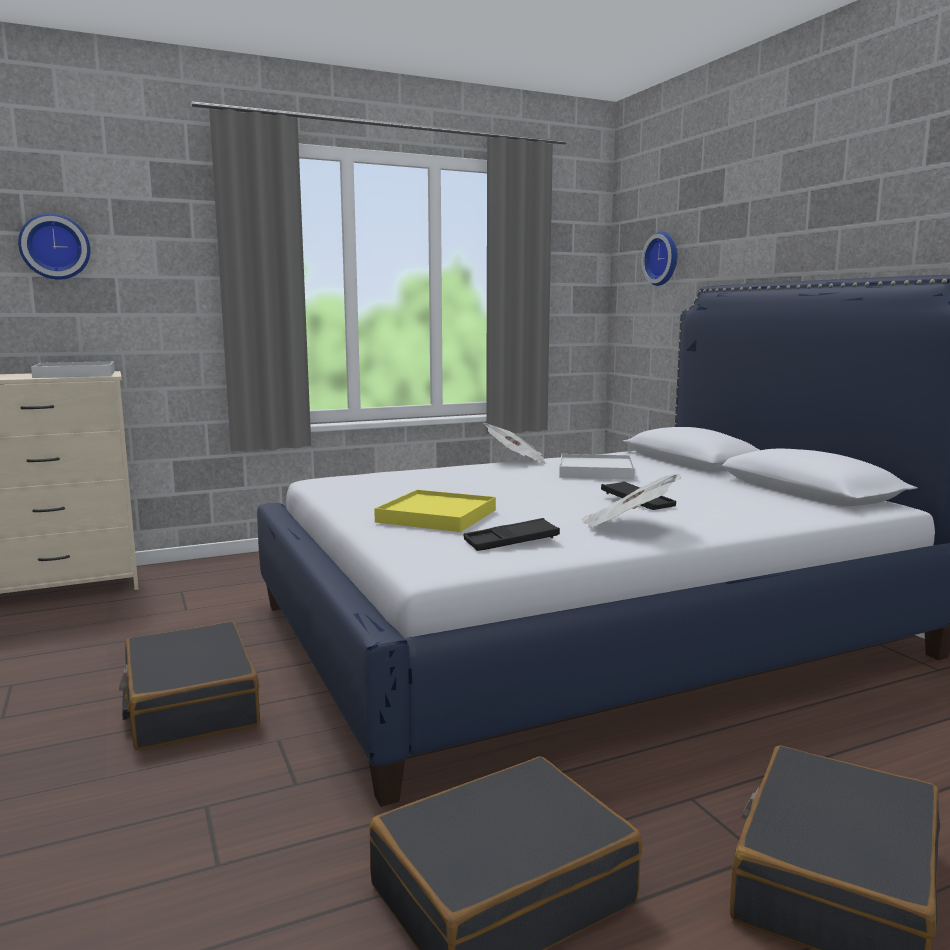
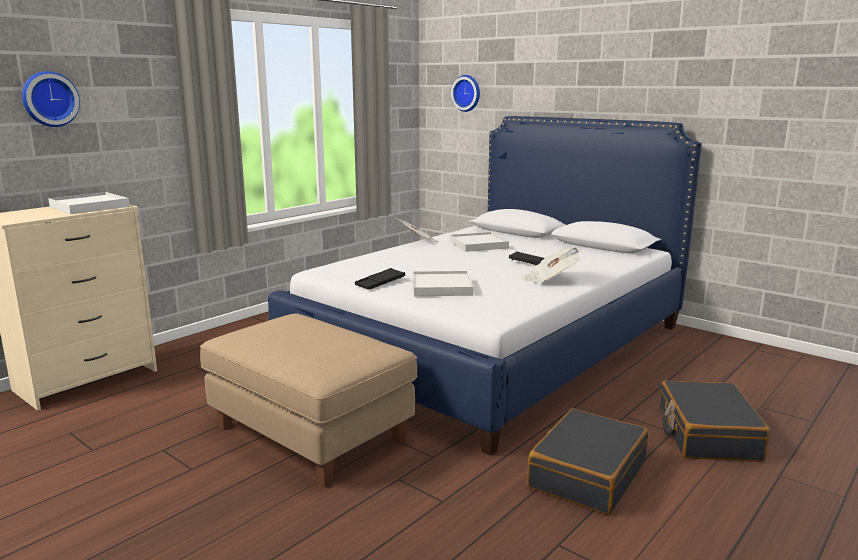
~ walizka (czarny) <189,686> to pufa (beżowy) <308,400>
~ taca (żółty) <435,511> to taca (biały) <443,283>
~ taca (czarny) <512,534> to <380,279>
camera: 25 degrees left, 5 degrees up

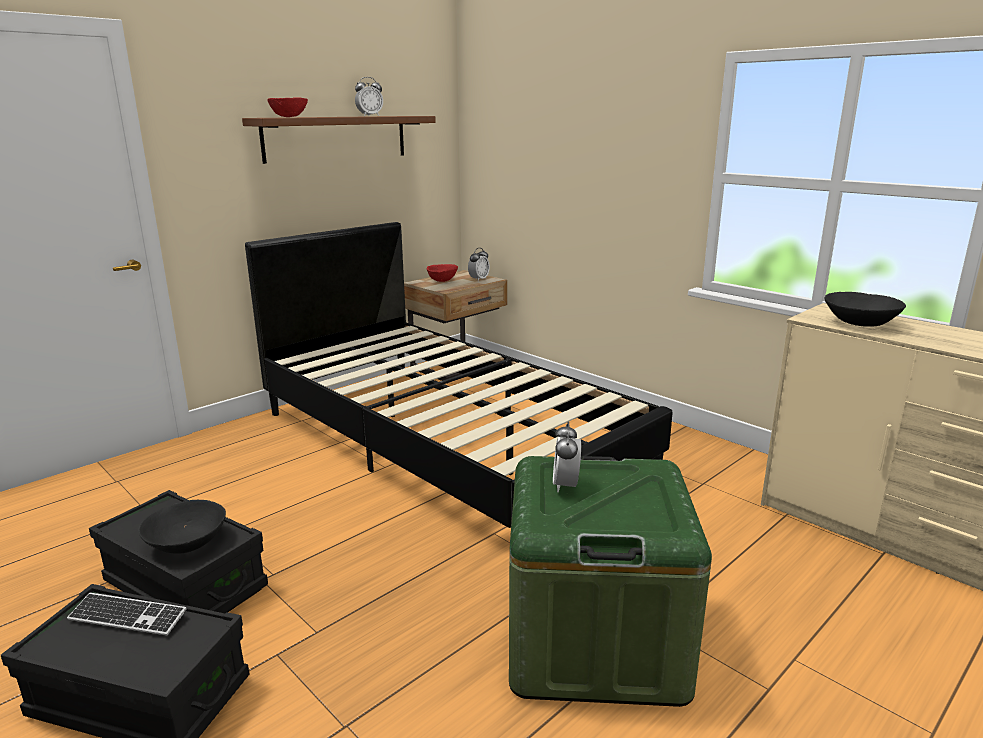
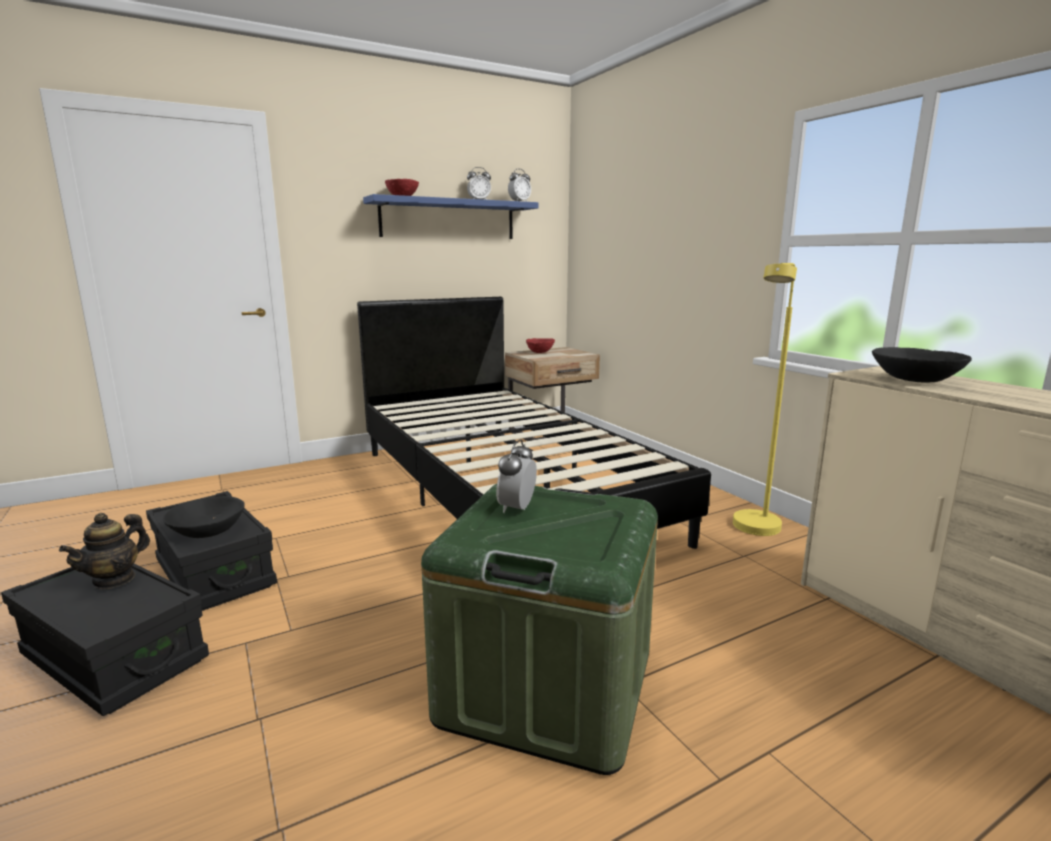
~ klawiatura <127,614> to imbryk <104,551>
~ półka (brązowy) <339,140> to półka (niebieski) <450,216>
~ budzik <479,264> to <519,185>
+ lampa stojąca (żółty) <765,399>
camera: 15 degrees right, 5 degrees down

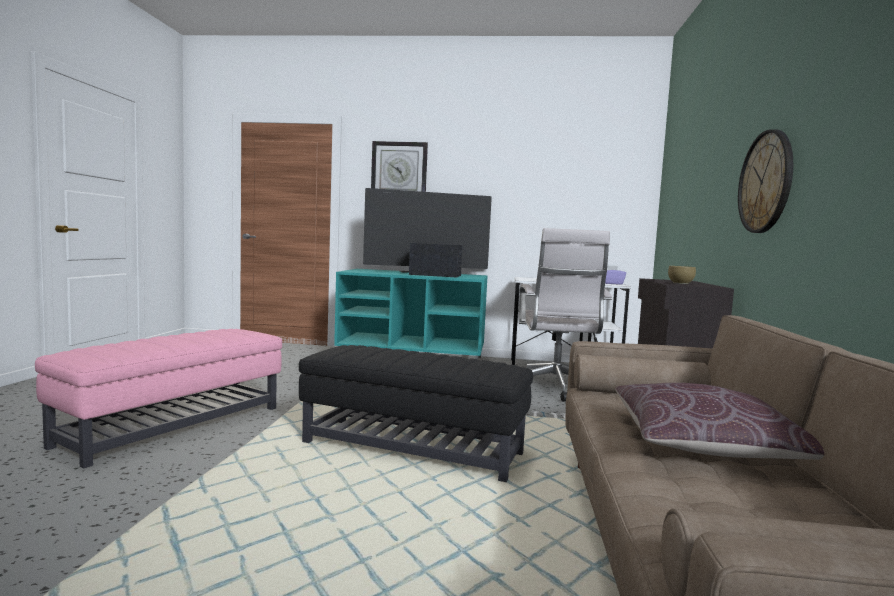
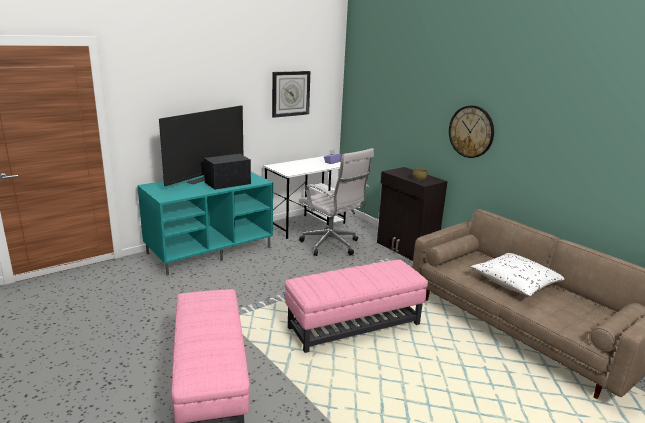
~ pufa (czarny) <416,413> to pufa (różowy) <356,306>
~ zegar ścienny <399,166> to <291,94>
~ poduszka (brązowy) <719,421> to poduszka (biały) <517,274>
camera: 45 degrees left, 15 degrees up

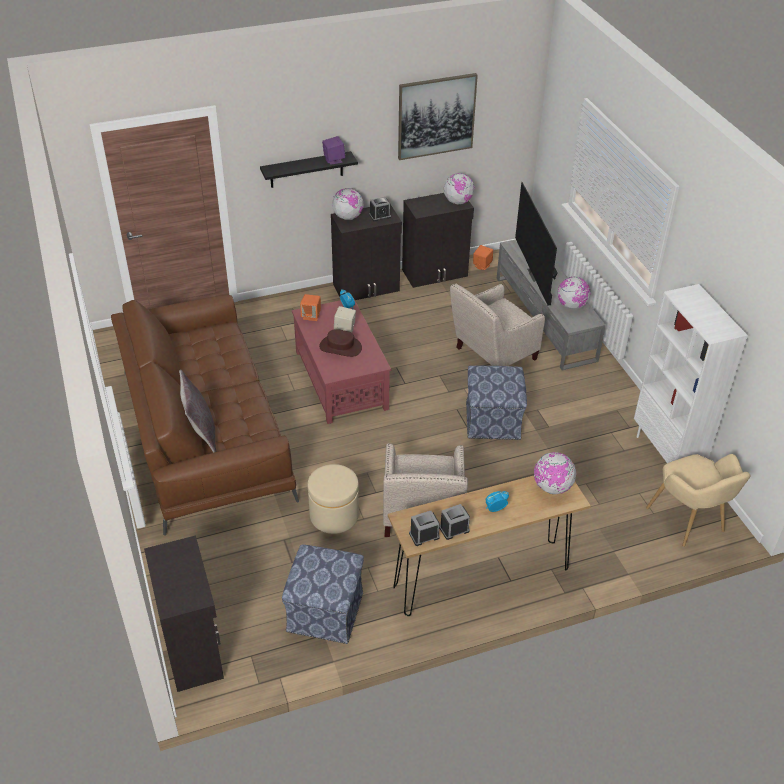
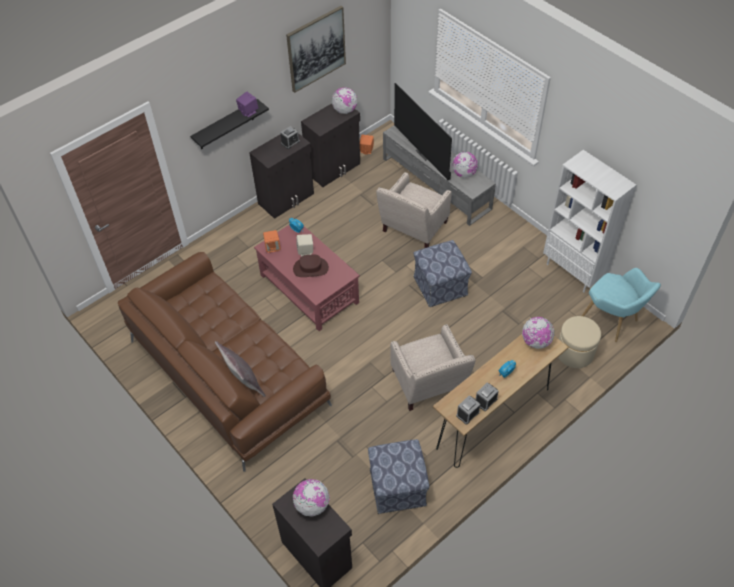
~ pufa (beżowy) <333,499> to <579,342>
~ globus <348,204> to <311,498>
~ fotel (beżowy) <698,500> to fotel (turkusowy) <621,305>
camera: 20 degrees left, 10 degrees up

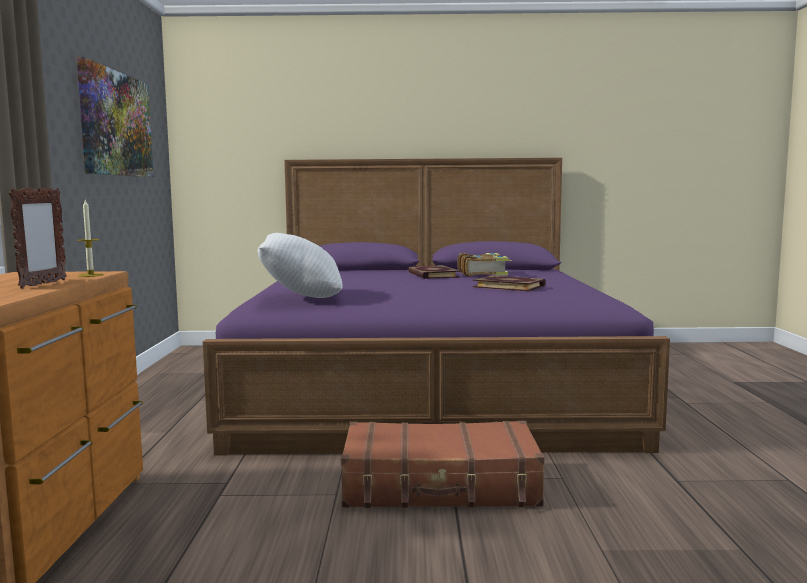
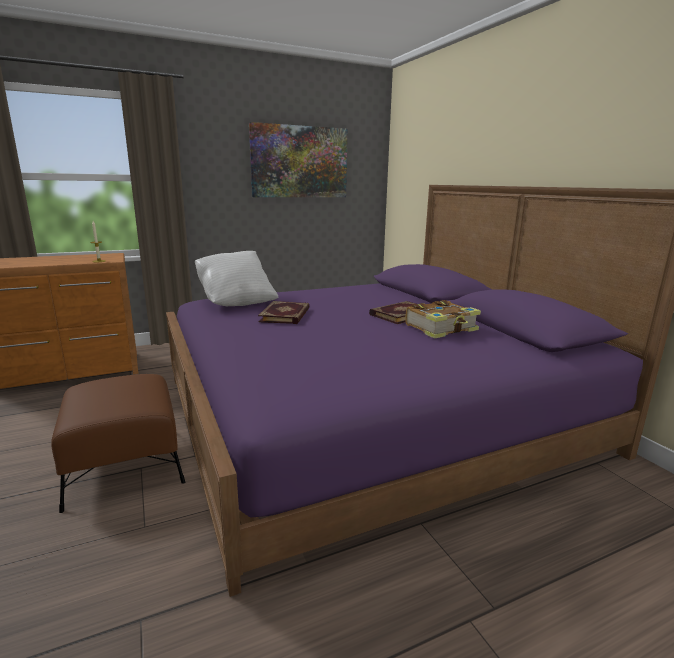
- ramka na zdjęcie <38,238>
~ walizka (brązowy) <443,464> to pufa (brązowy) <118,443>
~ książka <509,284> to <284,312>
camera: 65 degrees right, 10 degrees up

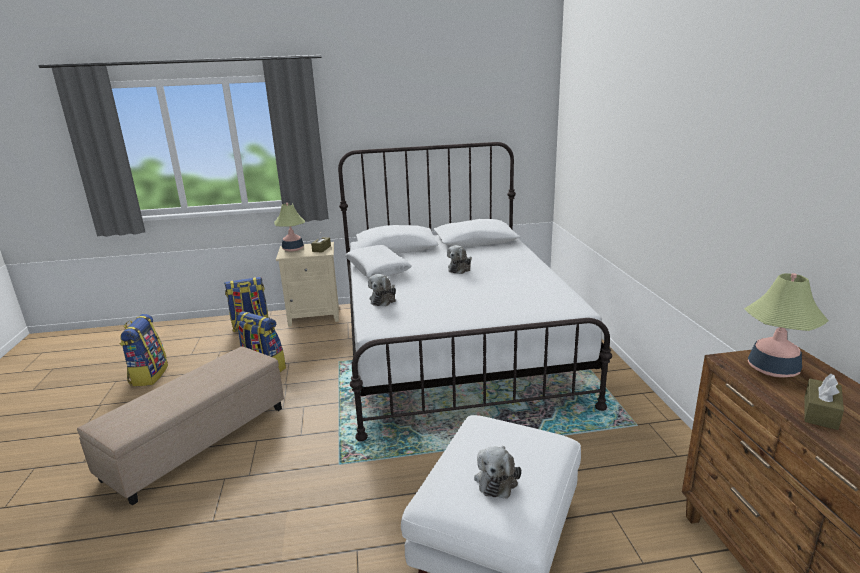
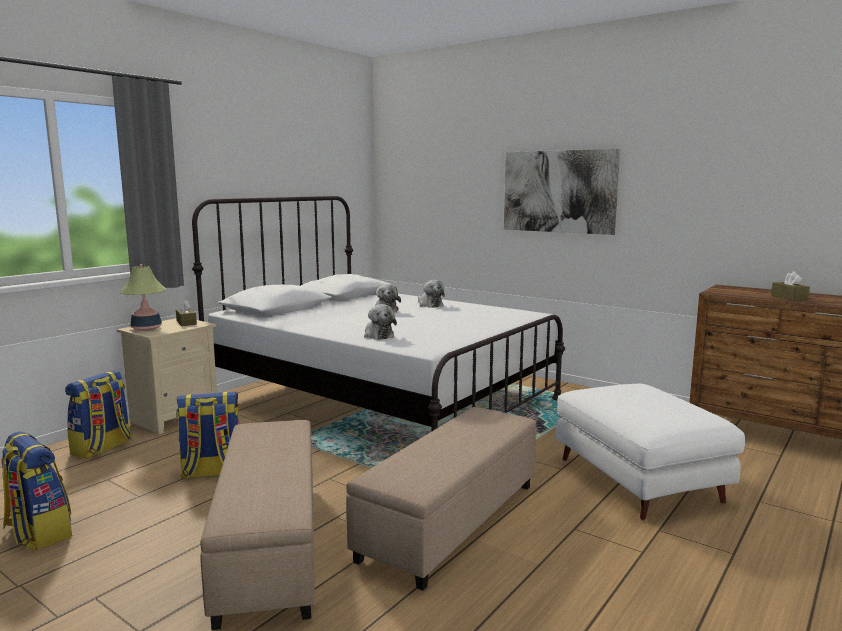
- poduszka (biały) <378,261>
~ pluszak <497,472> to <431,294>
- lampa stołowa <786,325>
+ pufa (beżowy) <441,499>
+ obraz <562,192>
camera: 45 degrees left, 10 degrees down

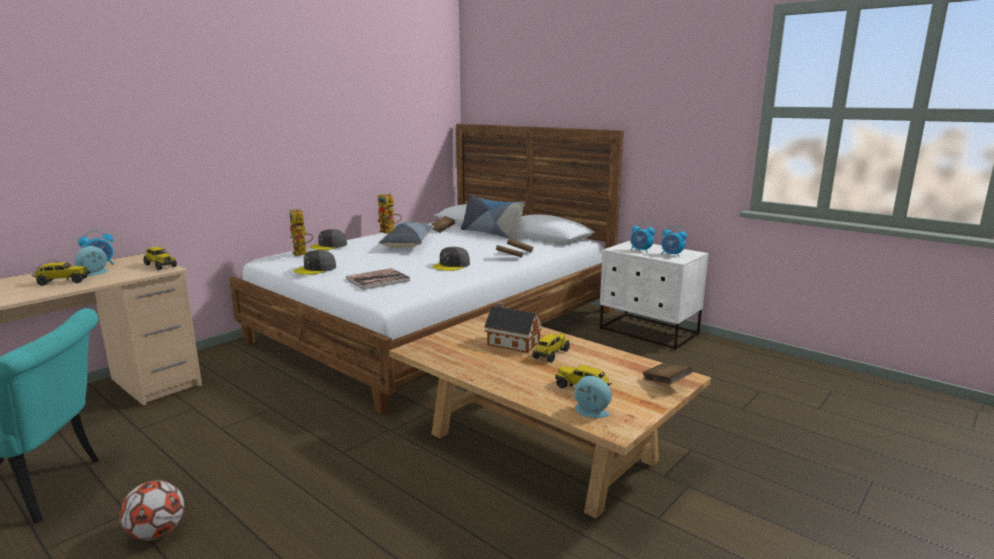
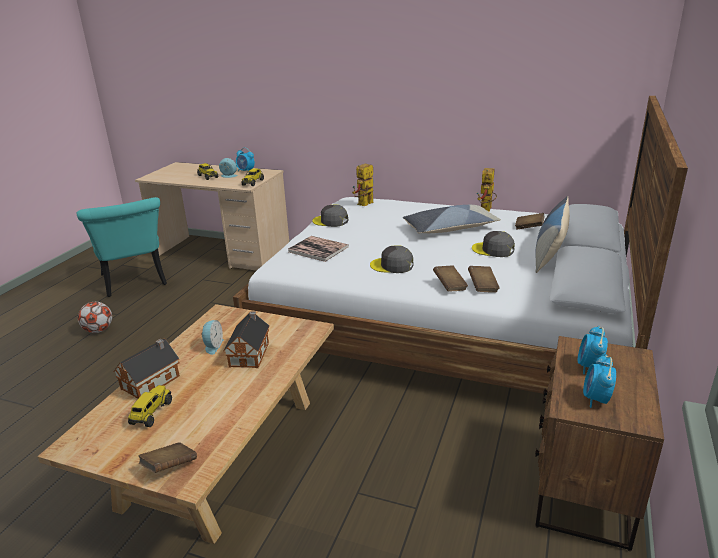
~ czapka z daszkiem (szary) <328,239> to <493,244>
- ciężarówka zabawkowa <551,348>
~ budzik <593,397> to <212,337>
~ szafka nocna (biały) <654,295> to szafka nocna (brązowy) <599,443>
+ domek <146,369>
camera: 70 degrees right, 10 degrees up

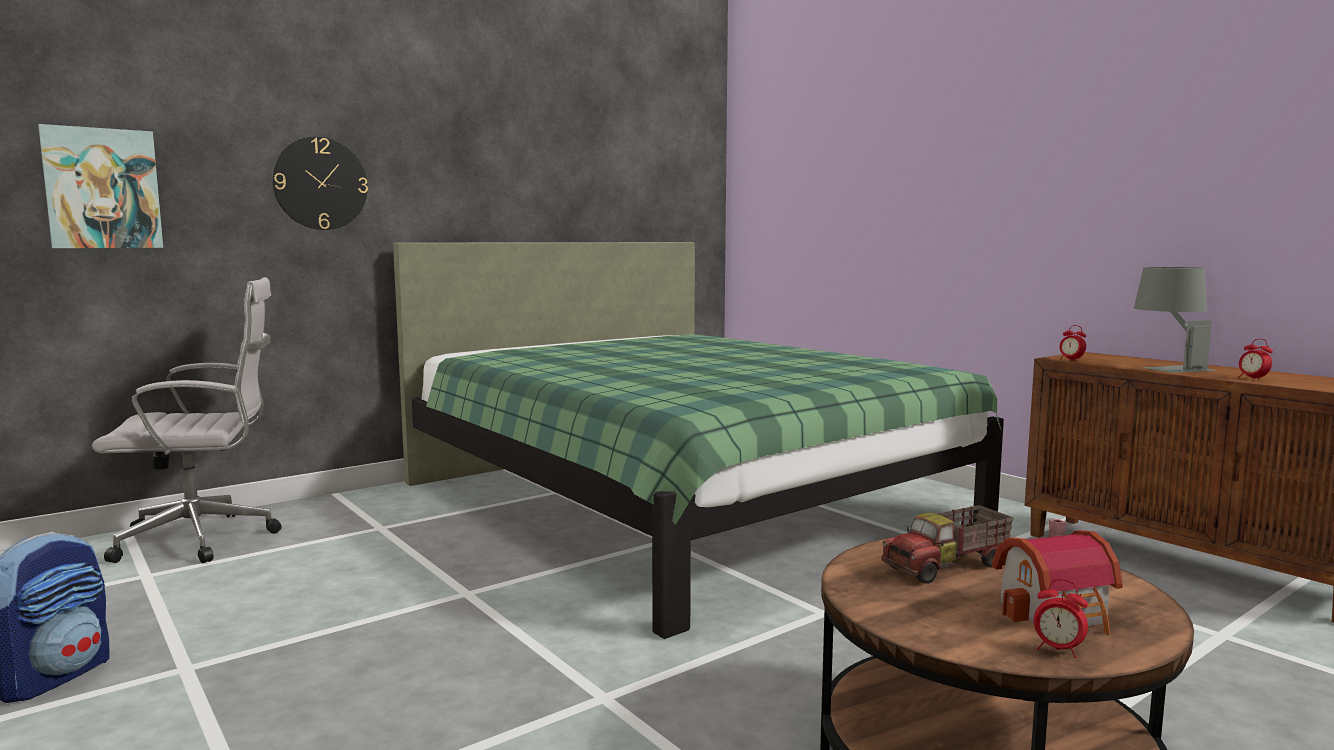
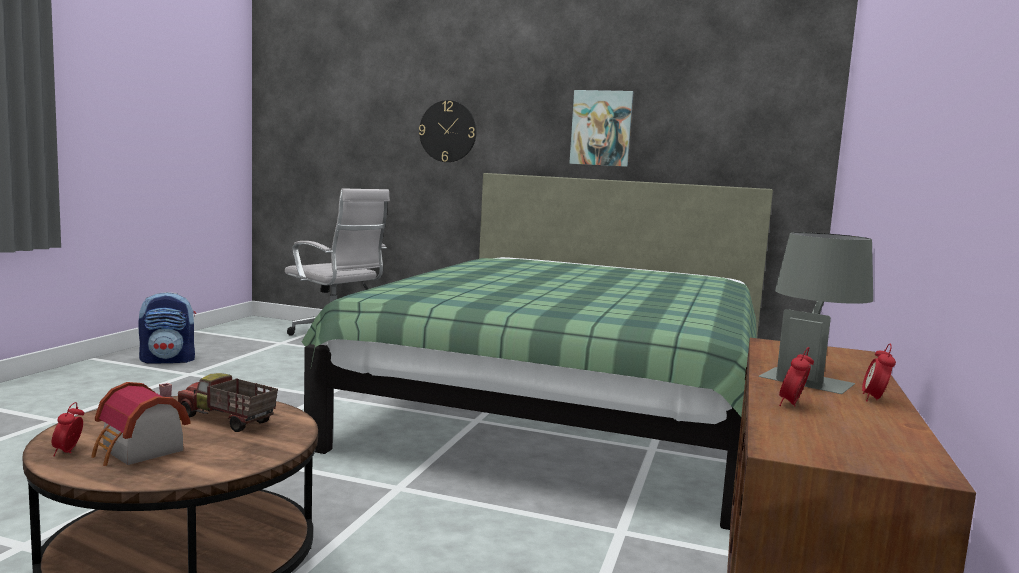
~ obraz <100,186> to <601,128>
~ budzik <1073,343> to <879,372>
camera: 55 degrees right, 0 degrees up

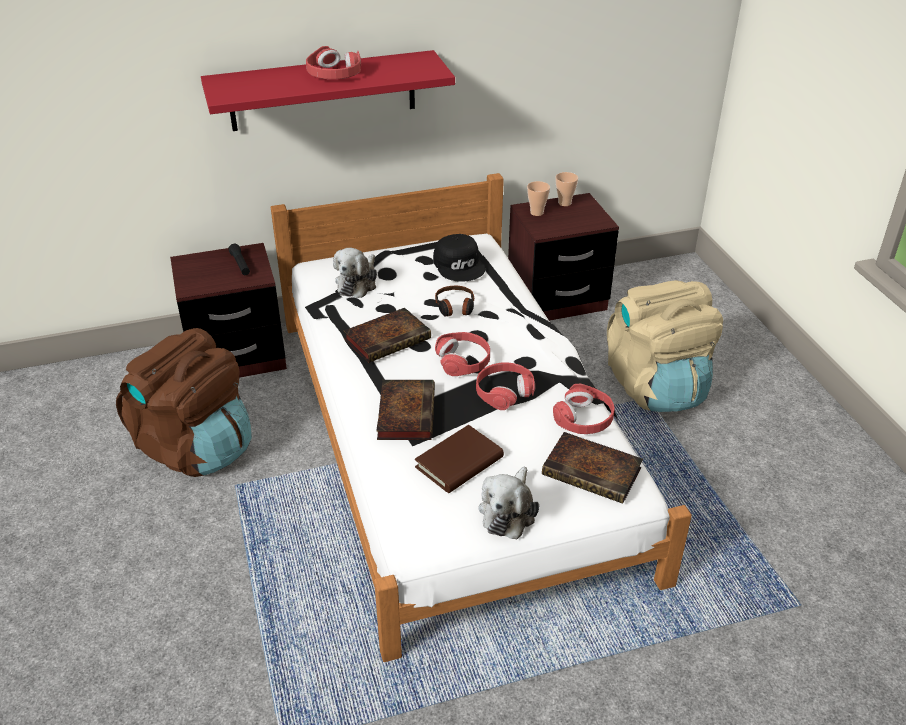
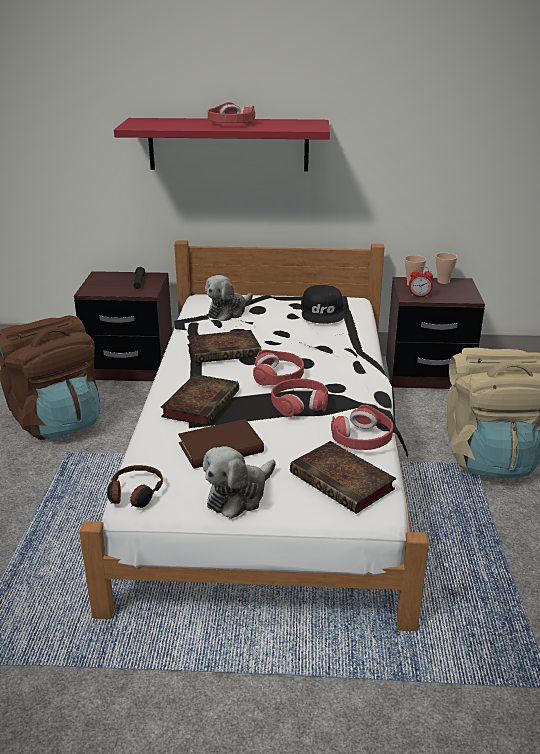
~ słuchawki <454,301> to <135,486>
+ budzik <421,281>
camera: 20 degrees right, 10 degrees down

